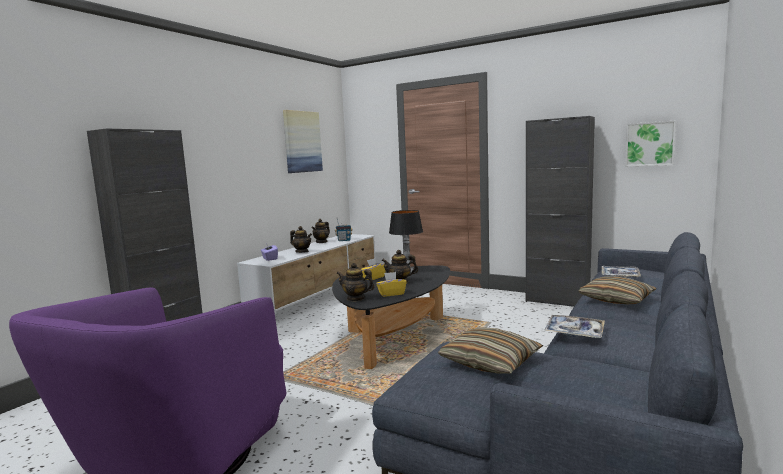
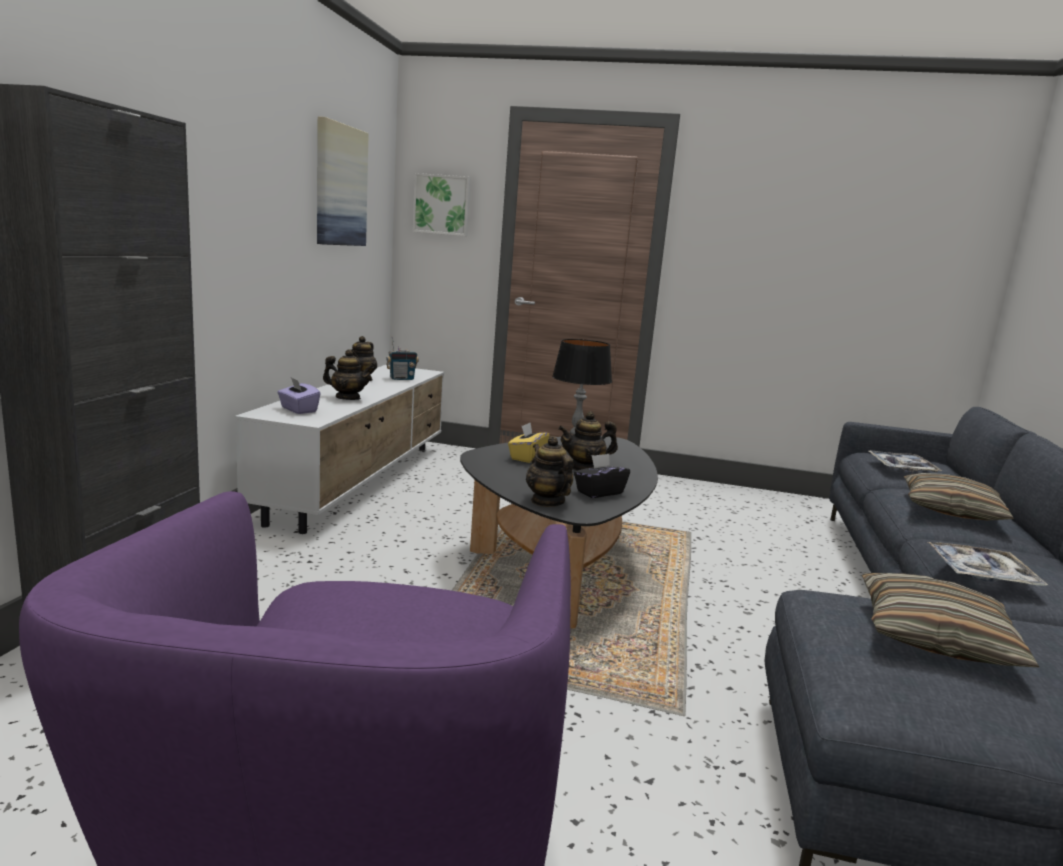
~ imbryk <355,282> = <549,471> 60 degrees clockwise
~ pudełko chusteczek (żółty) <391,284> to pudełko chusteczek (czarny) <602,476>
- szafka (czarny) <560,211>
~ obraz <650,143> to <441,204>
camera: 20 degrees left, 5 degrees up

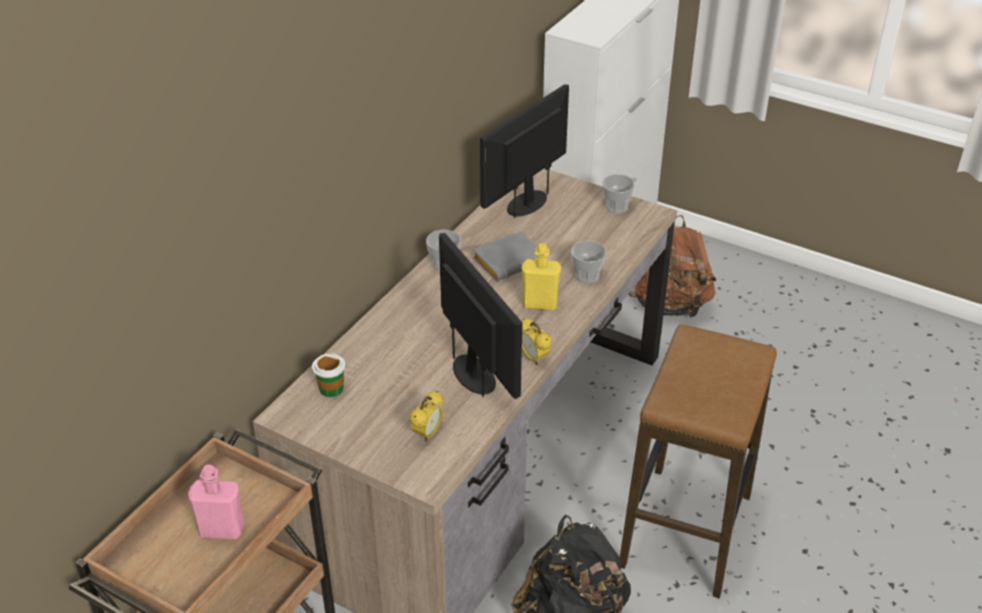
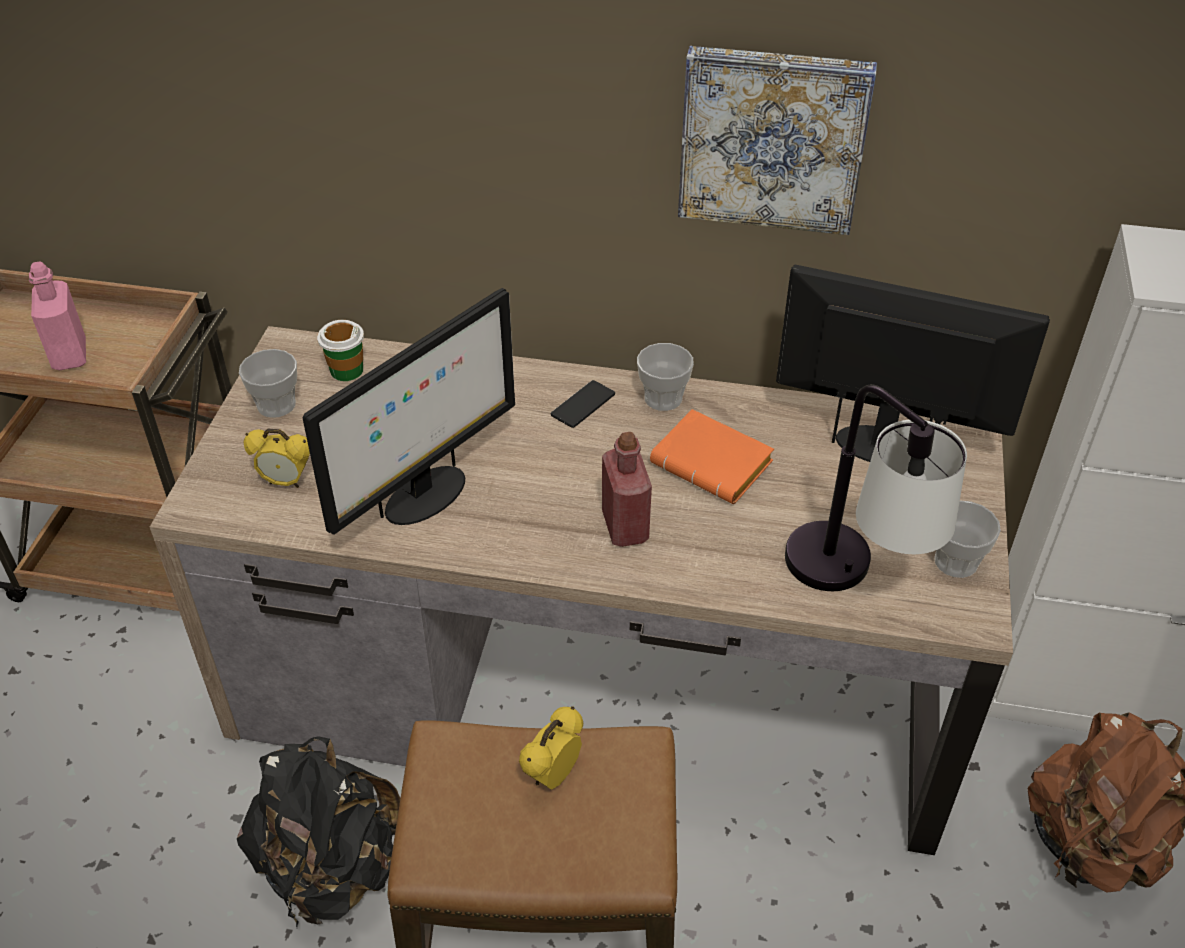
~ książka (szary) <505,256> to książka (pomarańczowy) <712,456>
~ butelka (żółty) <541,276> to butelka (czerwony) <627,489>
~ budzik <536,341> to <551,748>
~ filiżanka <589,262> to <268,383>
+ telefon <583,404>
+ obraz <777,140>
+ lampa stołowa <876,487>
camera: 70 degrees right, 5 degrees up

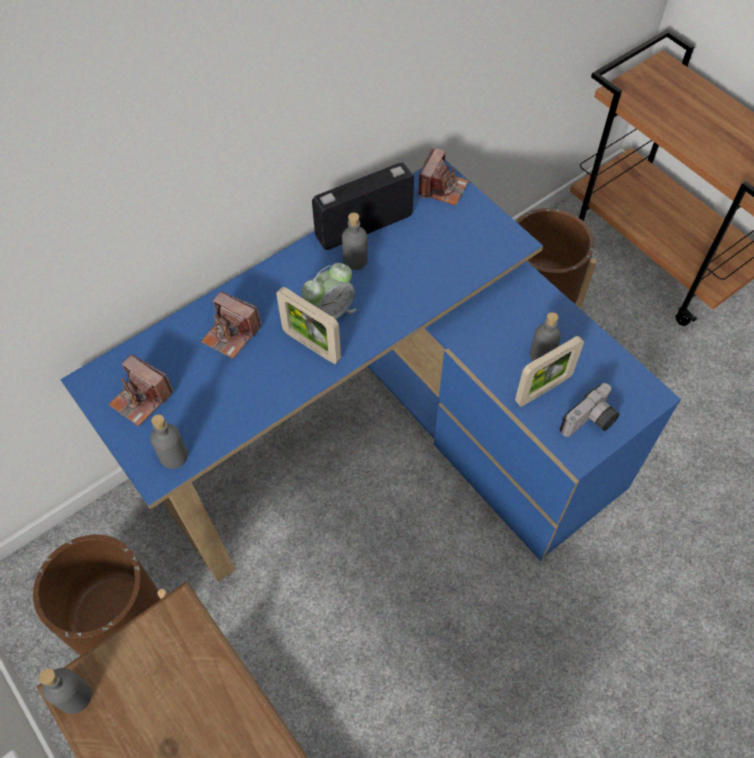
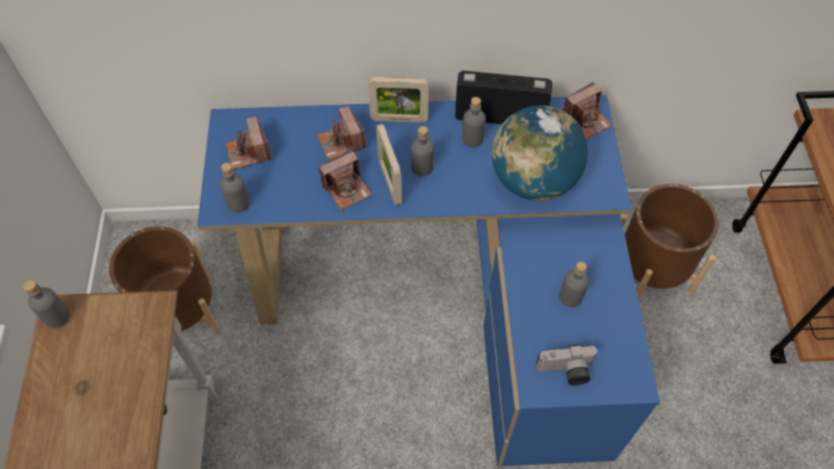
~ budzik <328,291> to butelka (szary) <422,151>
~ ramka na zdjęcie <549,371> to <398,100>
+ aparat fotograficzny <345,179>
+ globus <540,153>
camera: 35 degrees right, 0 degrees up

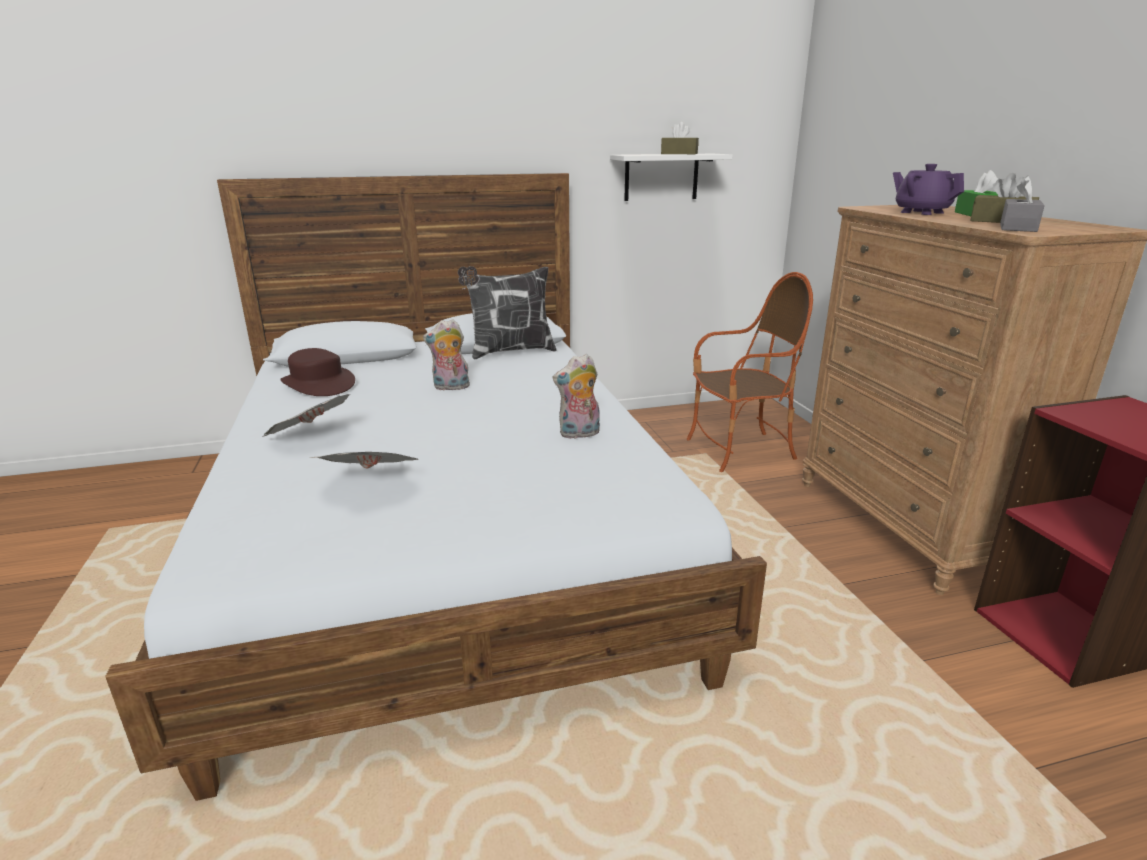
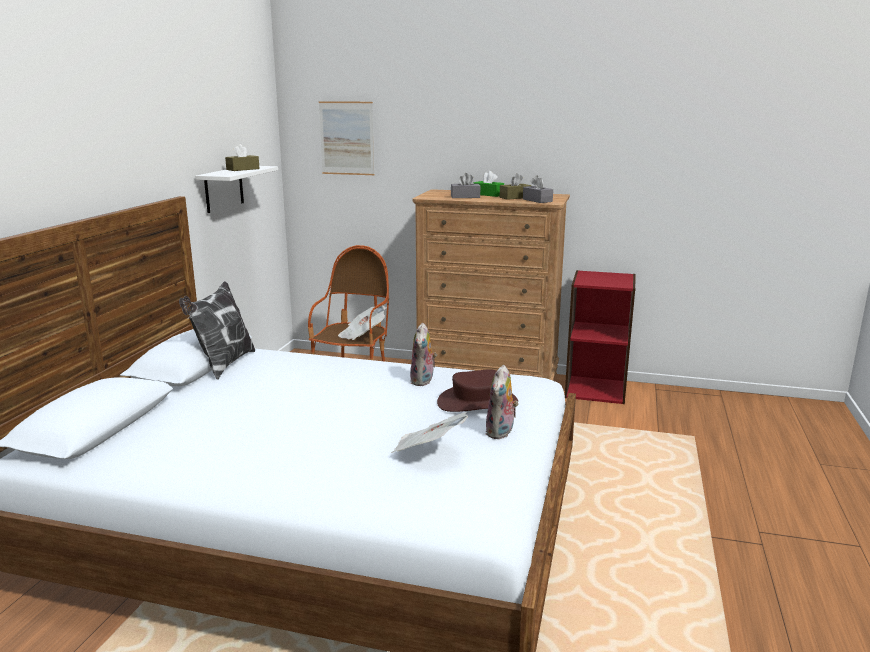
~ gazeta <306,415> to <362,323>
~ kapelusz (brązowy) <317,372> to <477,390>
~ pluszak <446,355> to <502,402>
~ imbryk (fioletowy) <928,189> to pudełko chusteczek (szary) <466,185>
+ obraz <347,138>
camera: 60 degrees left, 5 degrees down

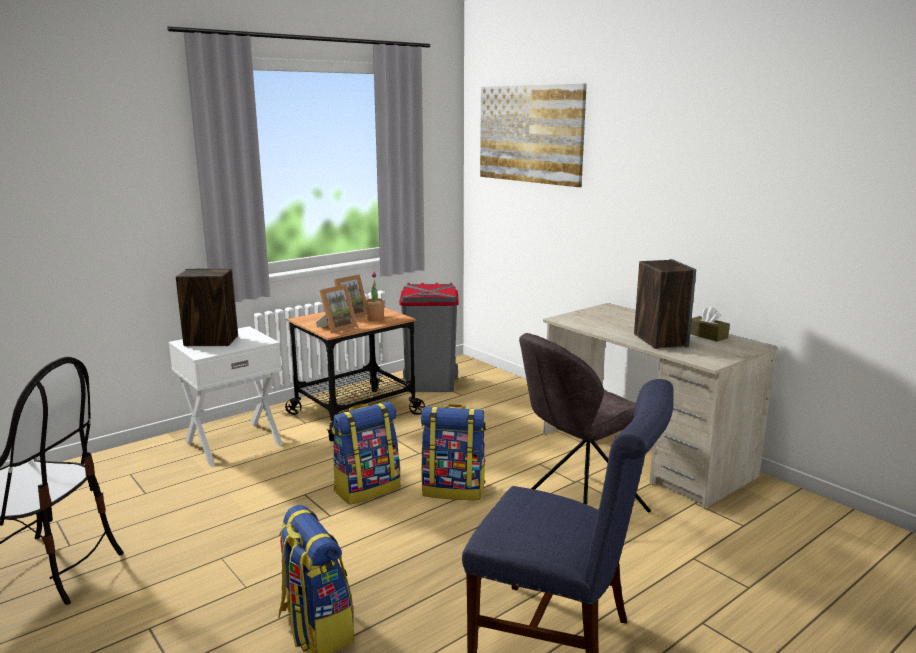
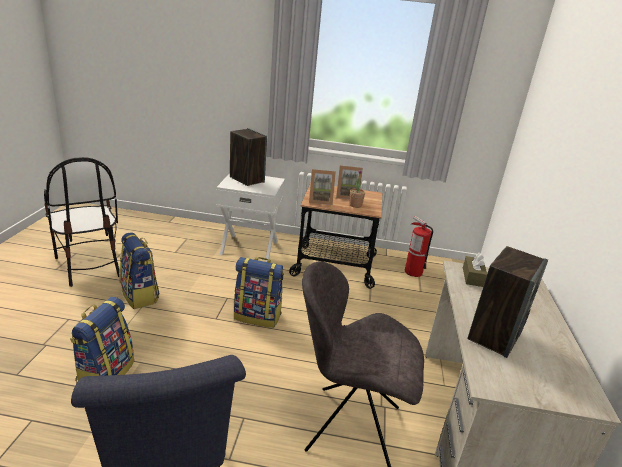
~ kosz na śmieci (szary) <429,337> to gaśnica <419,246>
~ plecak <453,452> to <139,270>
- obraz <533,135>
~ pudełko chusteczek (brązowy) <710,324> to <475,269>
camera: 45 degrees right, 10 degrees up

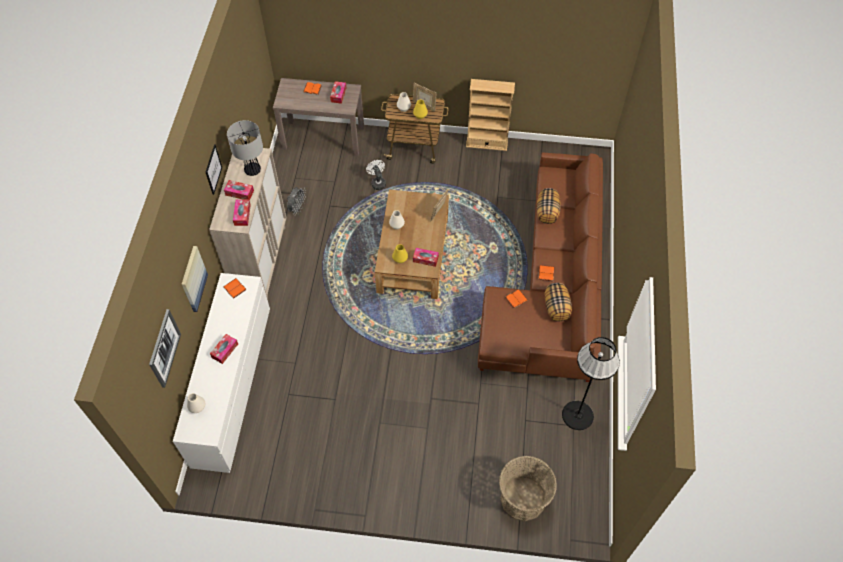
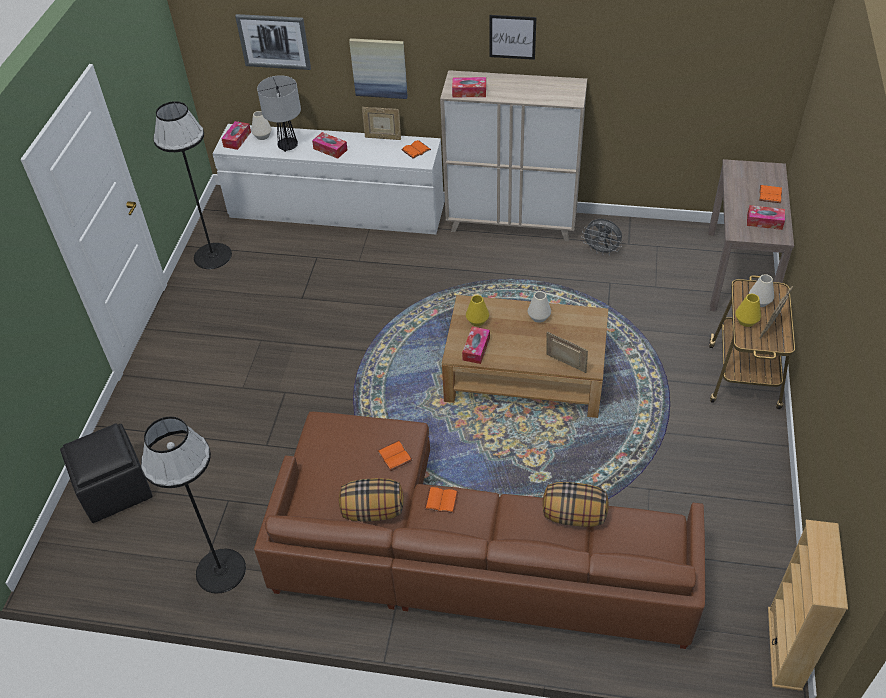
~ pudełko chusteczek <239,190> to <236,135>
~ lampa stołowa <245,148> to <279,113>
- wentylator (biały) <376,175>
~ regał (beżowy) <490,115> to <808,605>
~ koszyk <528,488> to pufa (czarny) <106,473>
+ lampa stojąca (czarny) <192,185>
+ ramka na zdjęcie <381,123>
camera: 95 degrees right, 10 degrees down

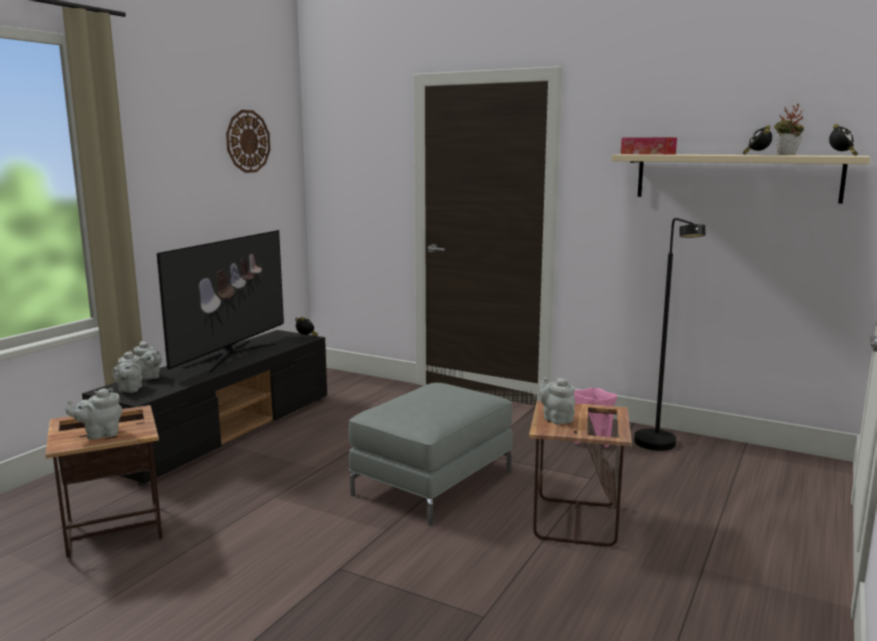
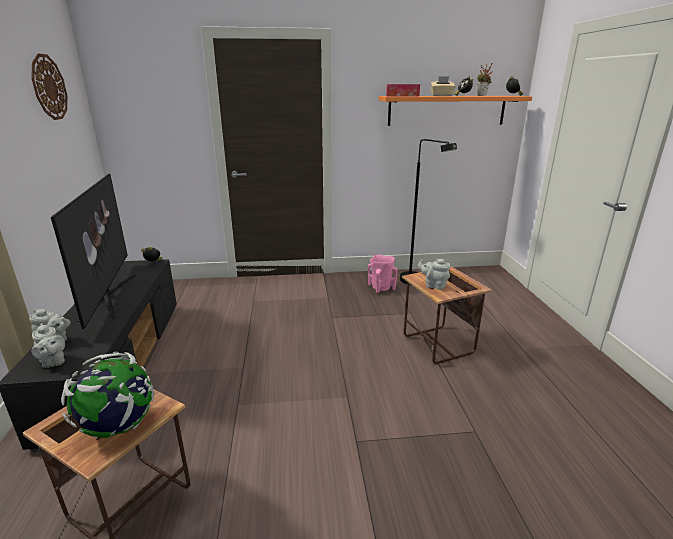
~ imbryk (szary) <93,413> to globus <107,395>
- pufa (szary) <430,454>
~ półka (beżowy) <740,179> to półka (pomarańczowy) <455,111>
+ pudełko chusteczek (beżowy) <443,86>
camera: 35 degrees left, 10 degrees up

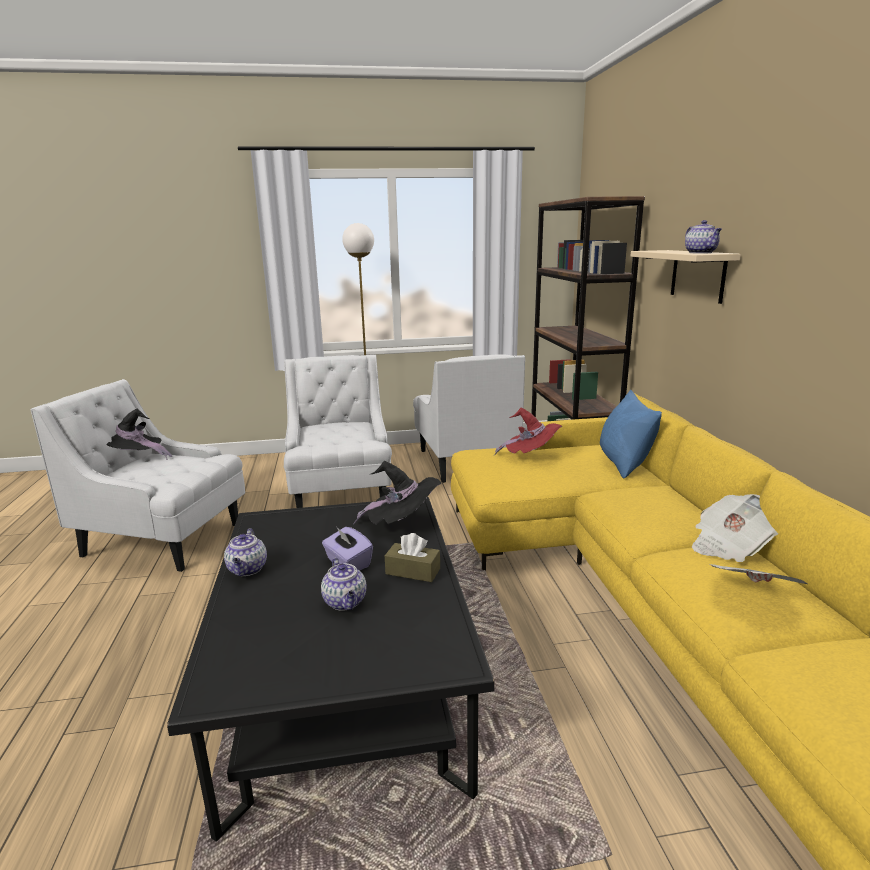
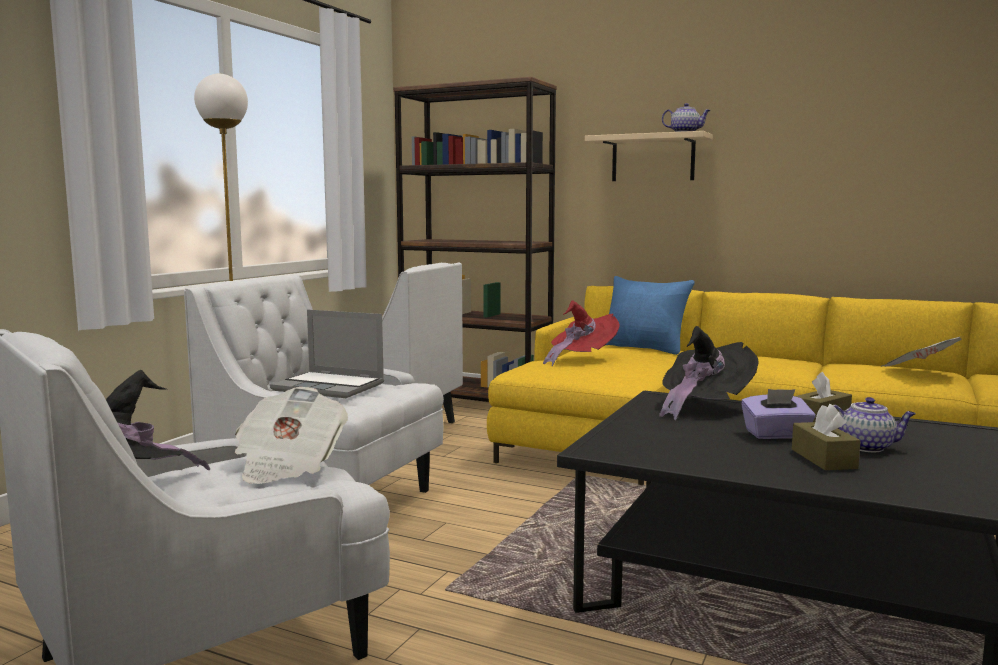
- imbryk <245,552>
~ gazeta <735,528> to <291,435>
+ laptop <327,354>
+ pudełko chusteczek (brązowy) <826,437>
camera: 55 degrees left, 10 degrees down

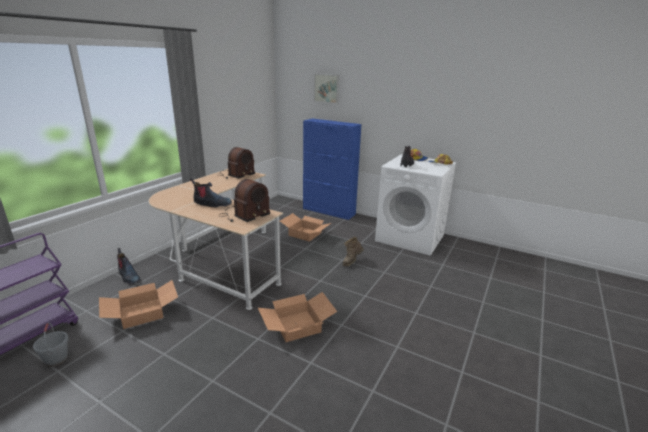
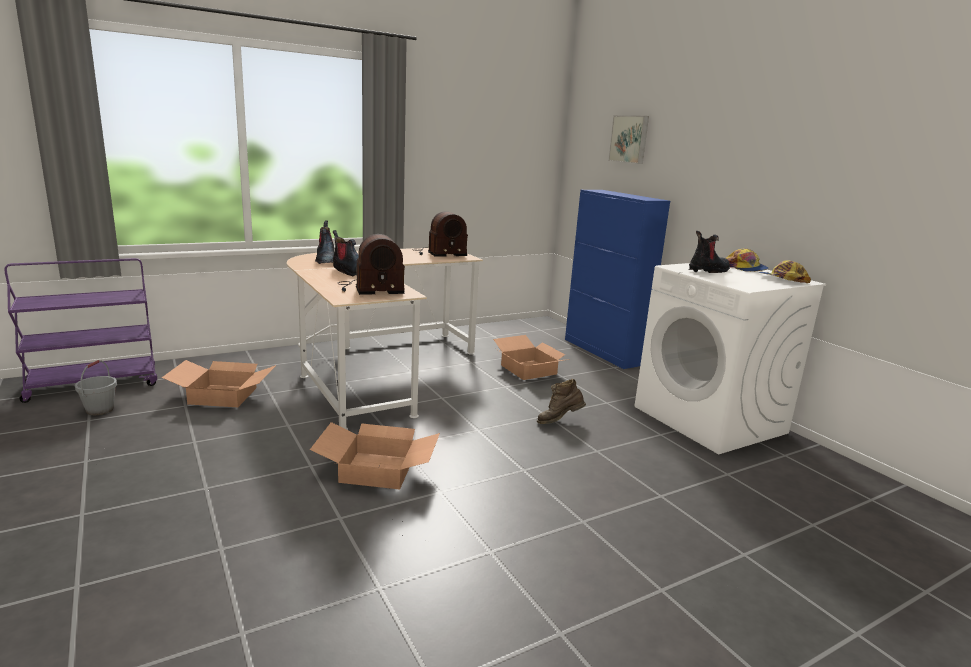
~ but z cholewką <129,266> to <324,242>
camera: 30 degrees right, 5 degrees down

